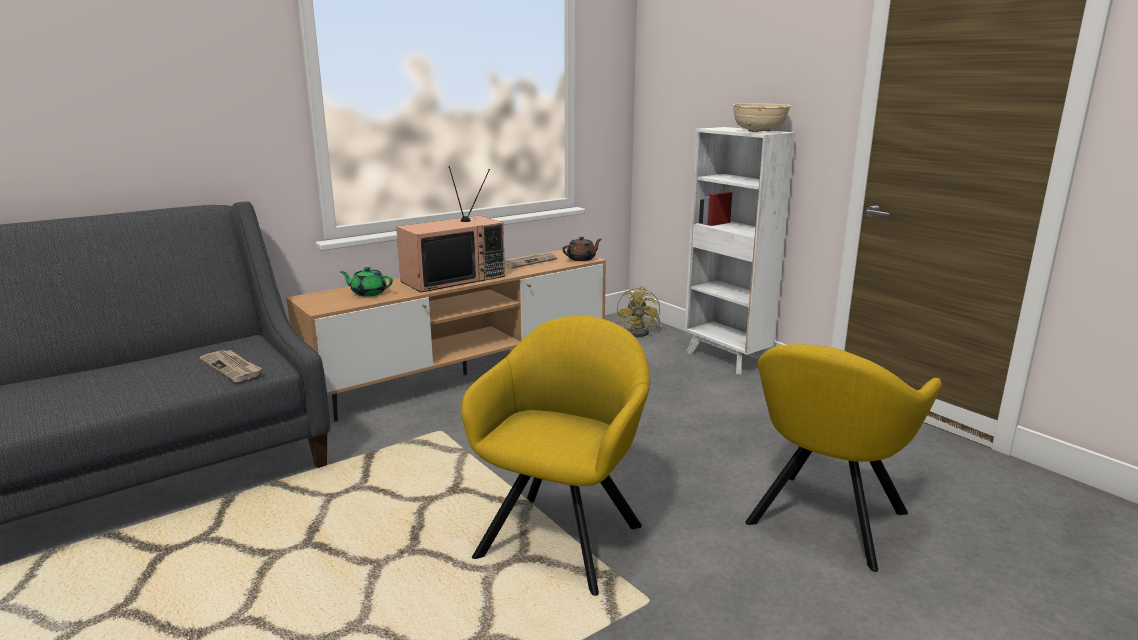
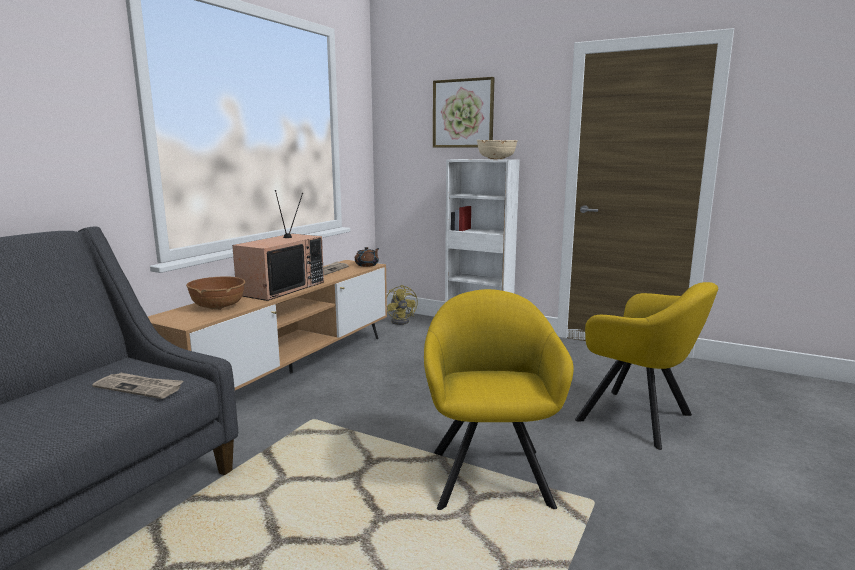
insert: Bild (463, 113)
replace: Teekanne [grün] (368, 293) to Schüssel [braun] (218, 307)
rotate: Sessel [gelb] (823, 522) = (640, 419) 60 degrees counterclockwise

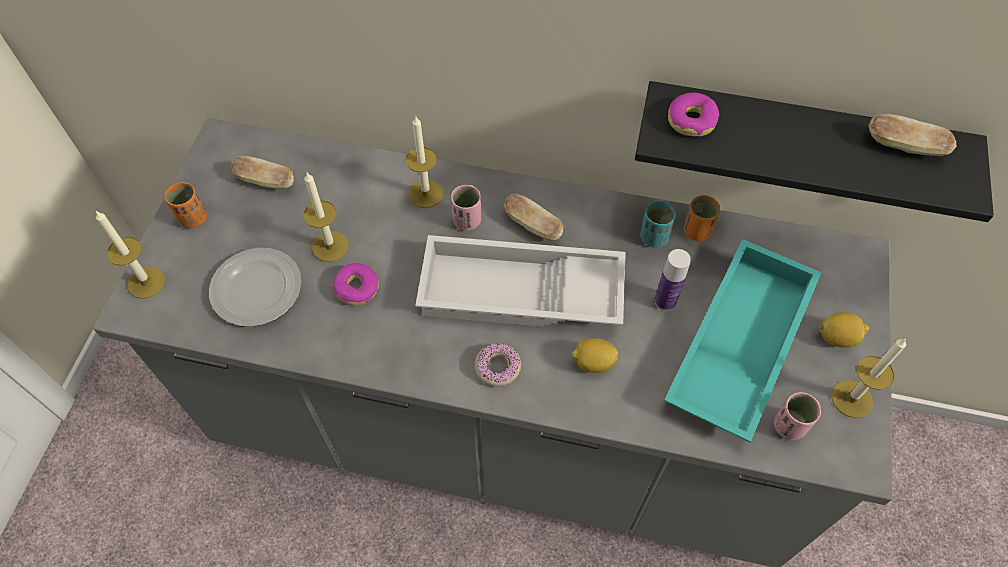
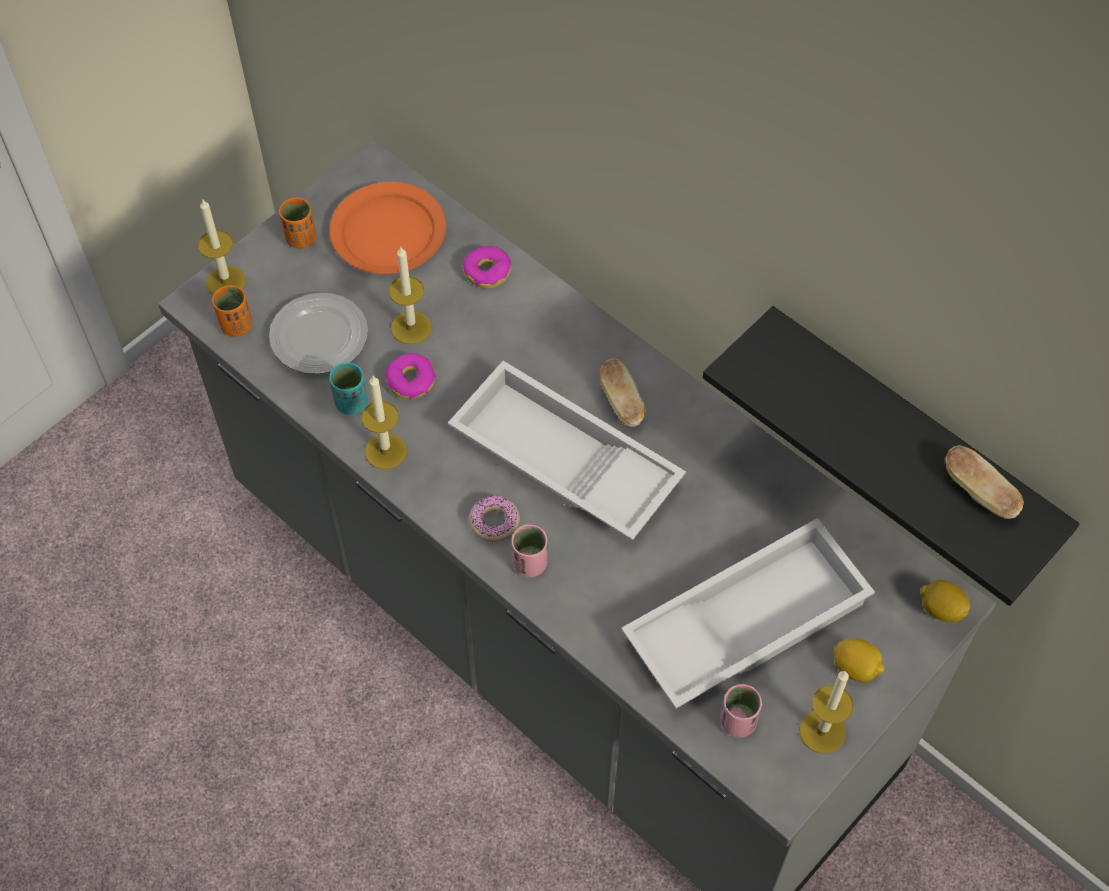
delete: Flasche (665, 301)
move: Donut (691, 120) to (487, 272); Kerze (425, 193) to (385, 451); Tasse [rosa] (467, 221) to (530, 563); Tasse [orange] (697, 231) to (236, 325); Tasse [türkis] (654, 237) to (351, 402); Zitrone (593, 362) to (941, 609)
replace: Brot (266, 181) to Teller [orange] (389, 232)
recolor: Tablett [türkis] (737, 343) to Tablett [weiß] (745, 619)

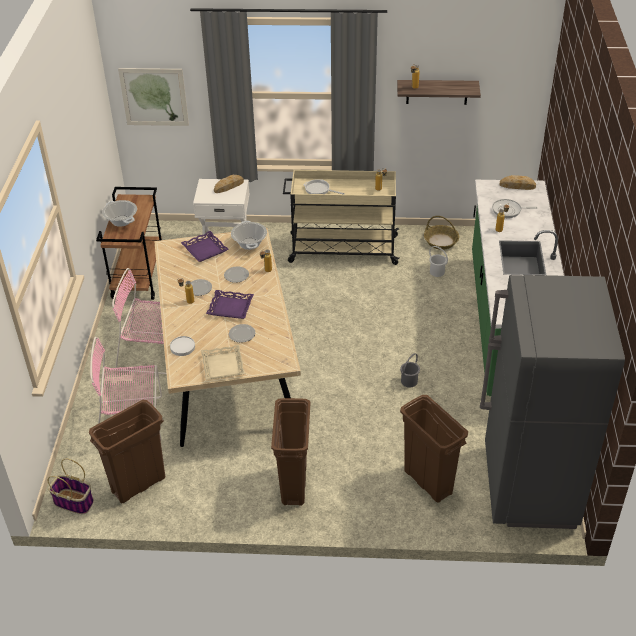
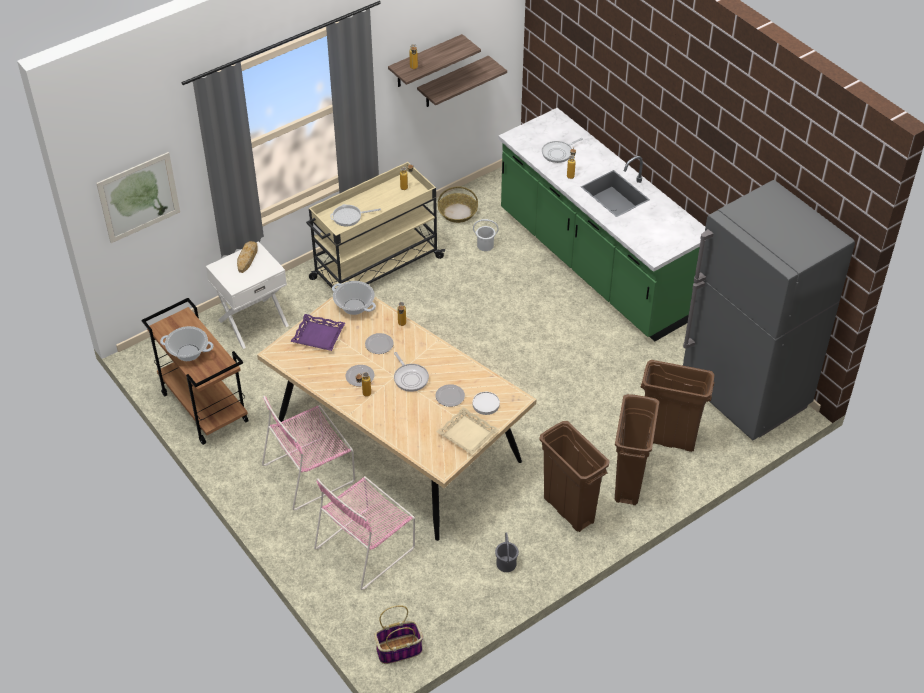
delete: Brot (517, 185)
insert: Wandregal (453, 82)
move: Teller [weiß] (182, 347) to (485, 404); Eimer [grau] (409, 381) to (506, 563); Mülleimer [braun] (139, 484) to (629, 482)
replace: Tablett [lila] (230, 307) to Pfanne (410, 378)

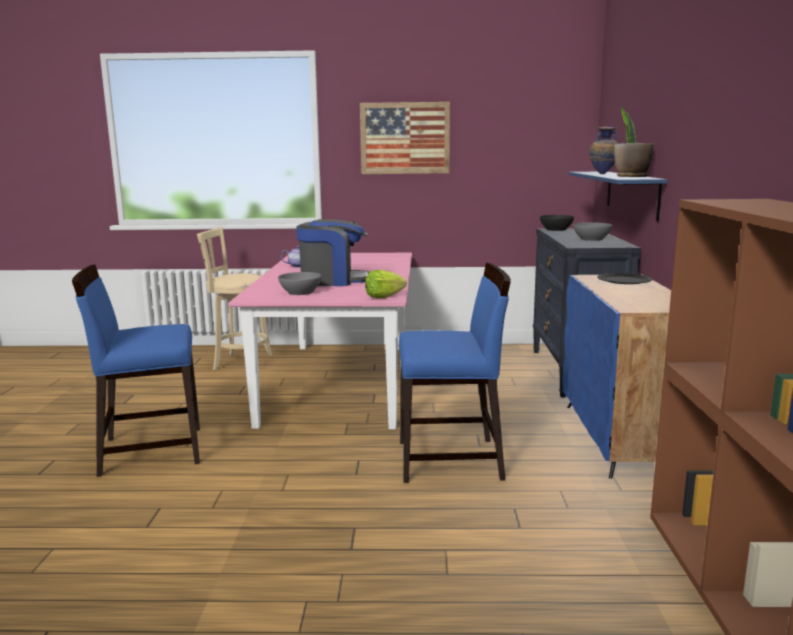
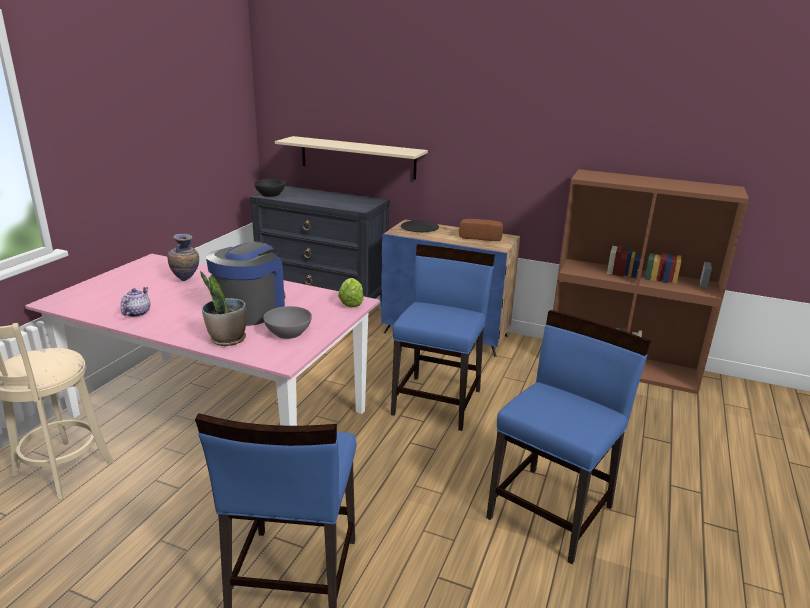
delete: Bild (405, 138); Schüssel [grau] (591, 239)
insert: Brot (480, 237); Stuhl [blau] (552, 511)
move: Topfpflanze (631, 177) to (227, 339); Vase (602, 174) to (186, 281)
recolor: Wandregal [blau] (631, 193) to Wandregal [beige] (357, 157)

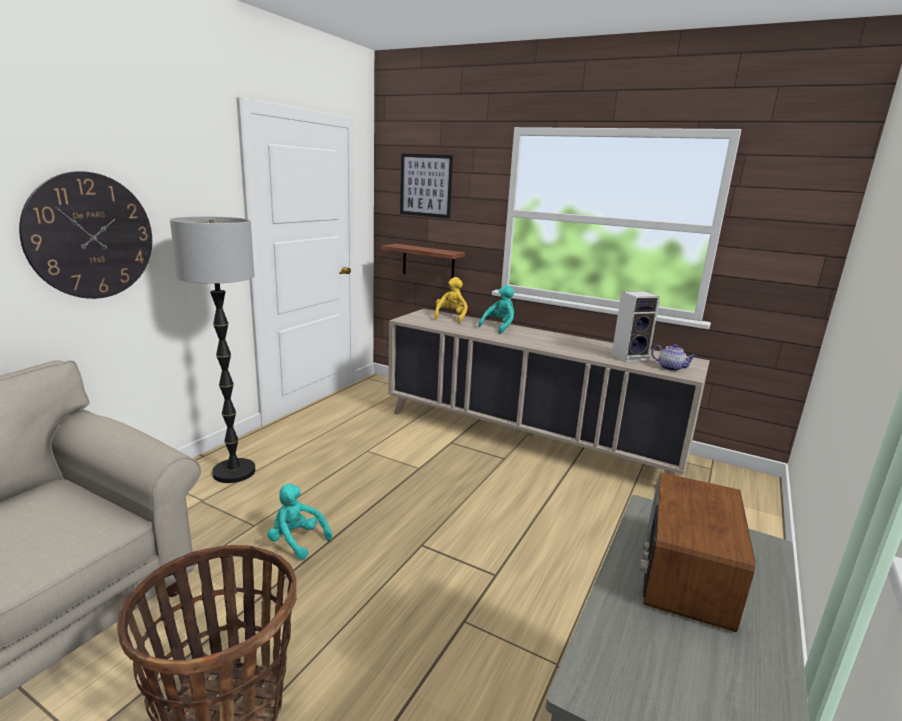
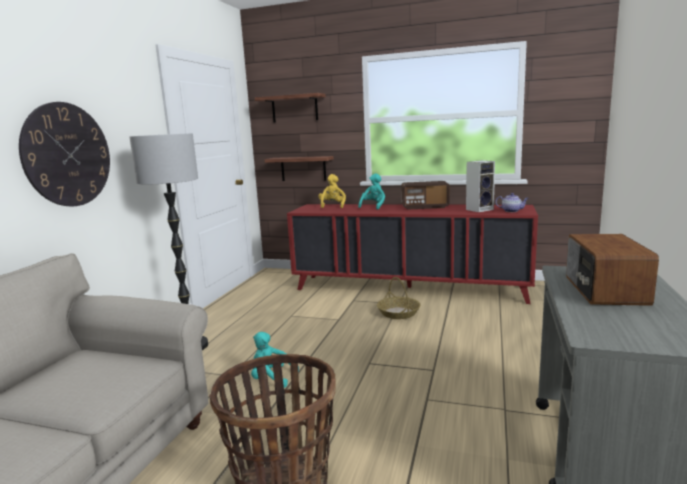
insert: Radio (424, 207); Korb (398, 313)
replace: Bild (425, 185) to Wandregal (294, 108)
recolor: Schrank [beige] (527, 437) to Schrank [rot] (408, 288)

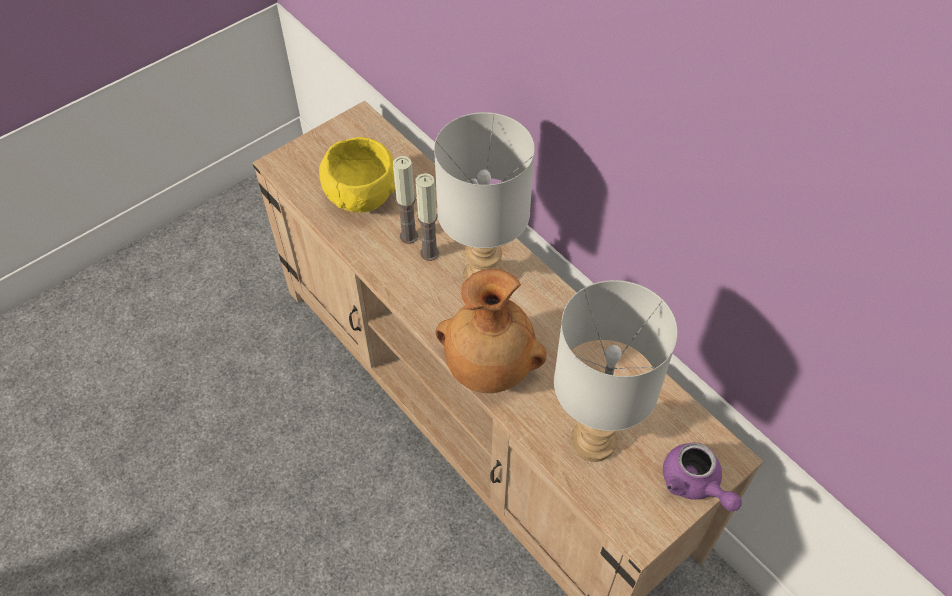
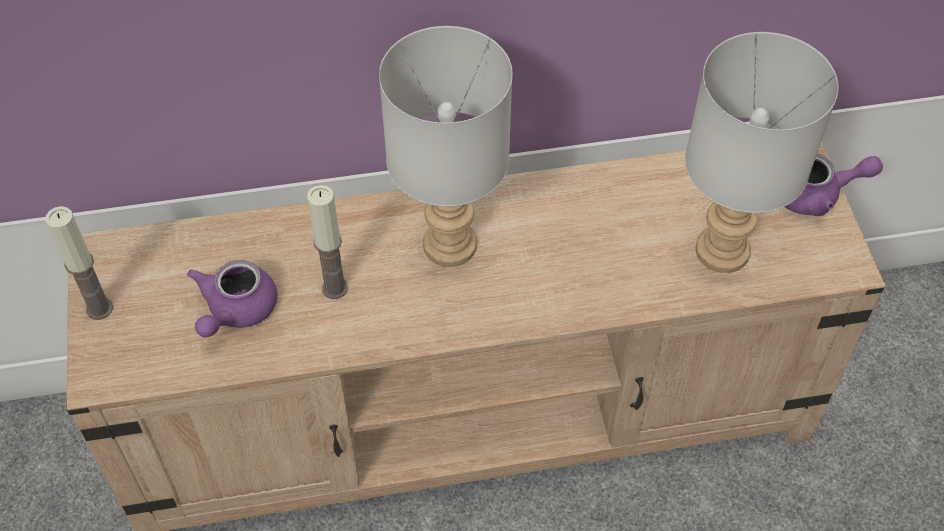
delete: Vase [braun] (489, 368)
move: Kerze (429, 253) to (99, 308)
replace: Schüssel [gelb] (361, 199) to Teekanne [lila] (235, 311)

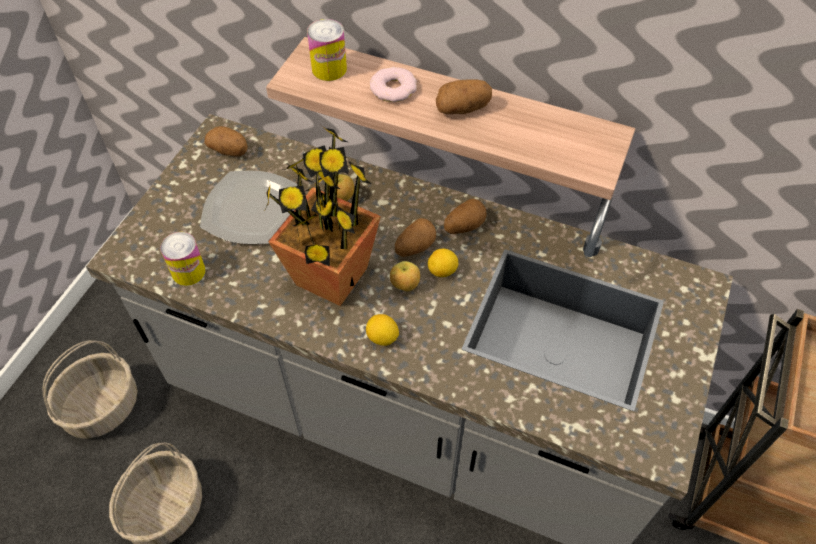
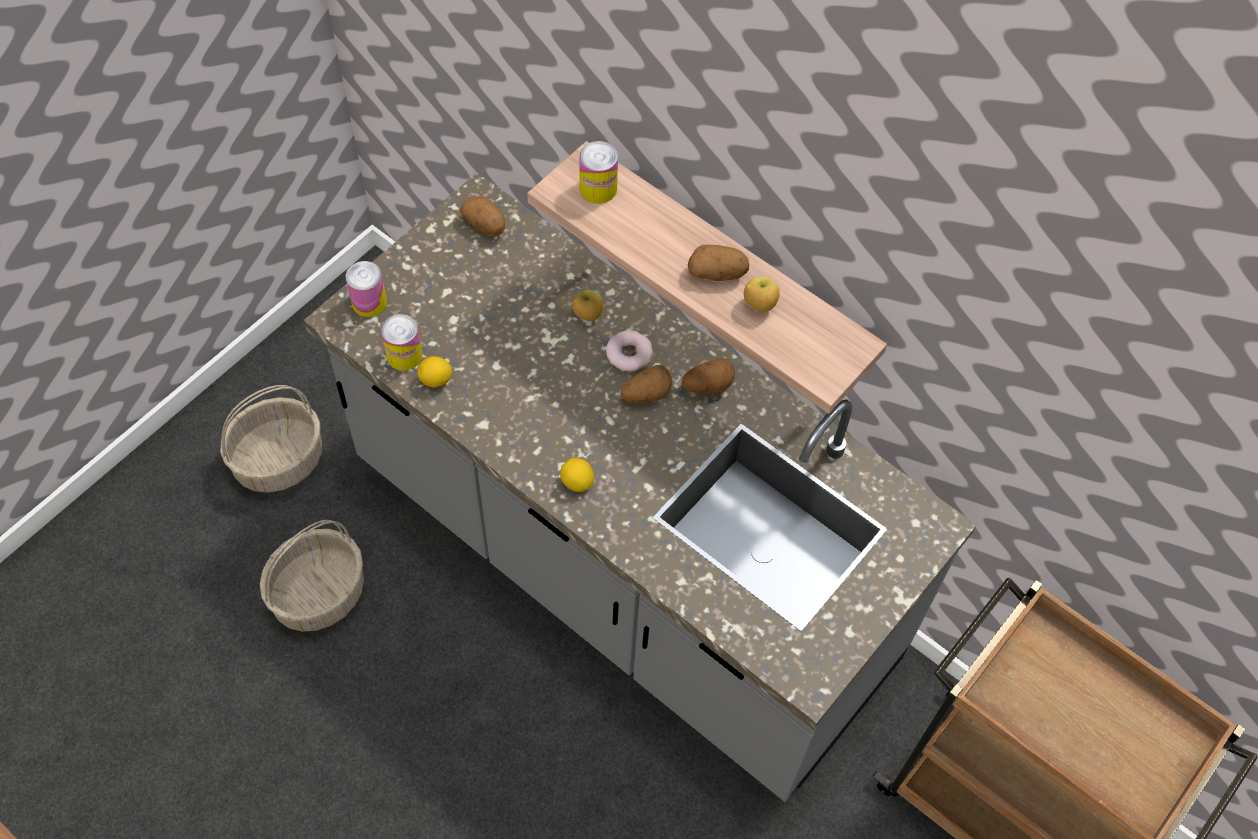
delete: Topfpflanze (331, 277); Teller (250, 210)
insert: Dose (369, 302)
move: Donut (393, 89) to (629, 354); Zitrone (442, 271) to (436, 380); Apfel (404, 285) to (759, 305)

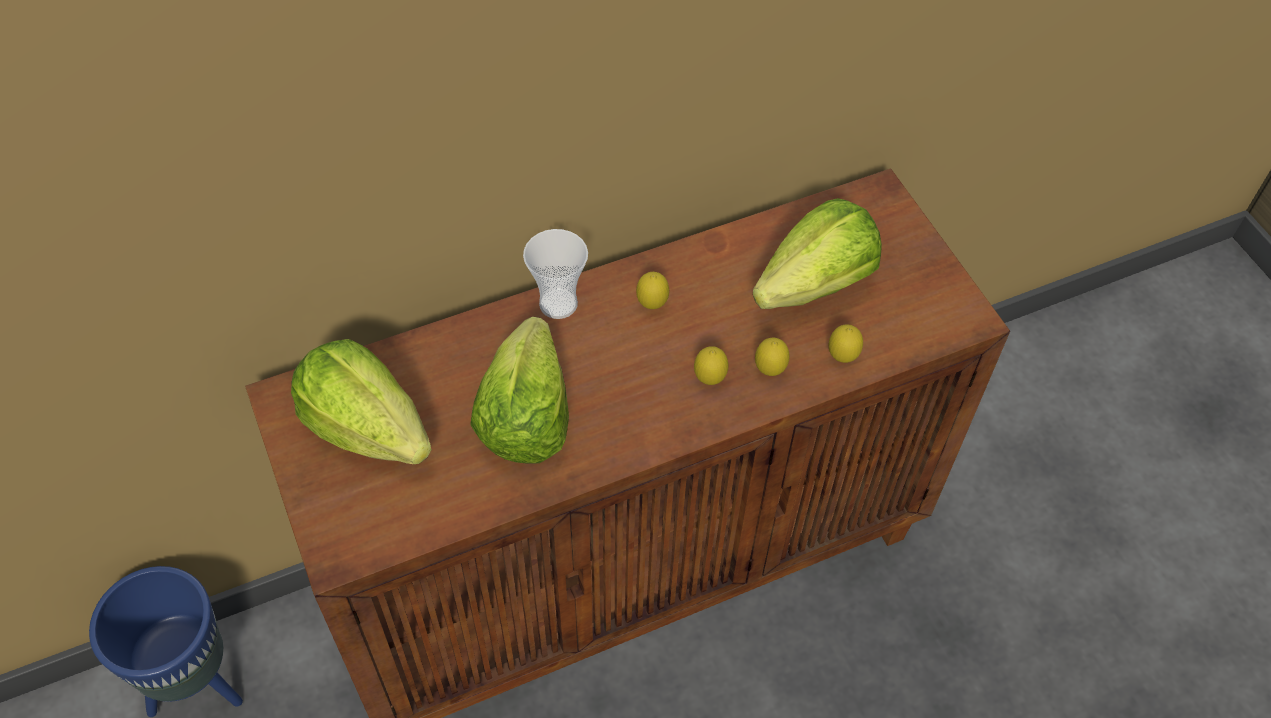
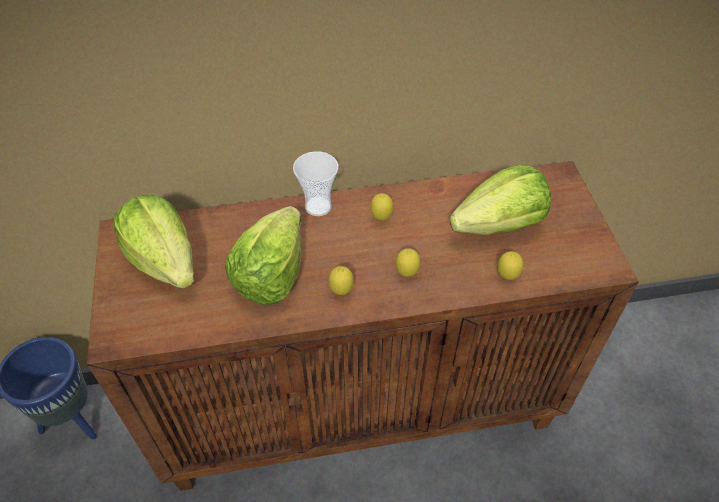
move: Zitrone (769, 370) to (341, 291)

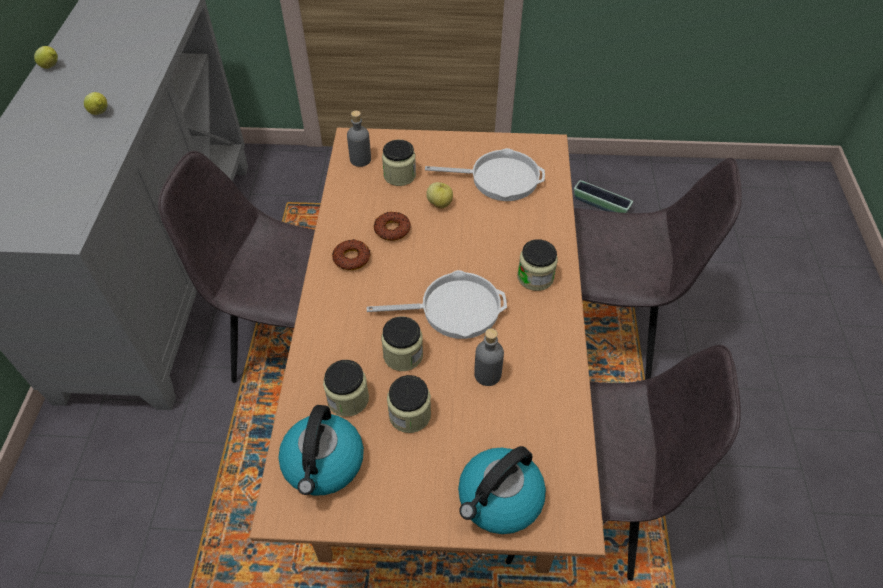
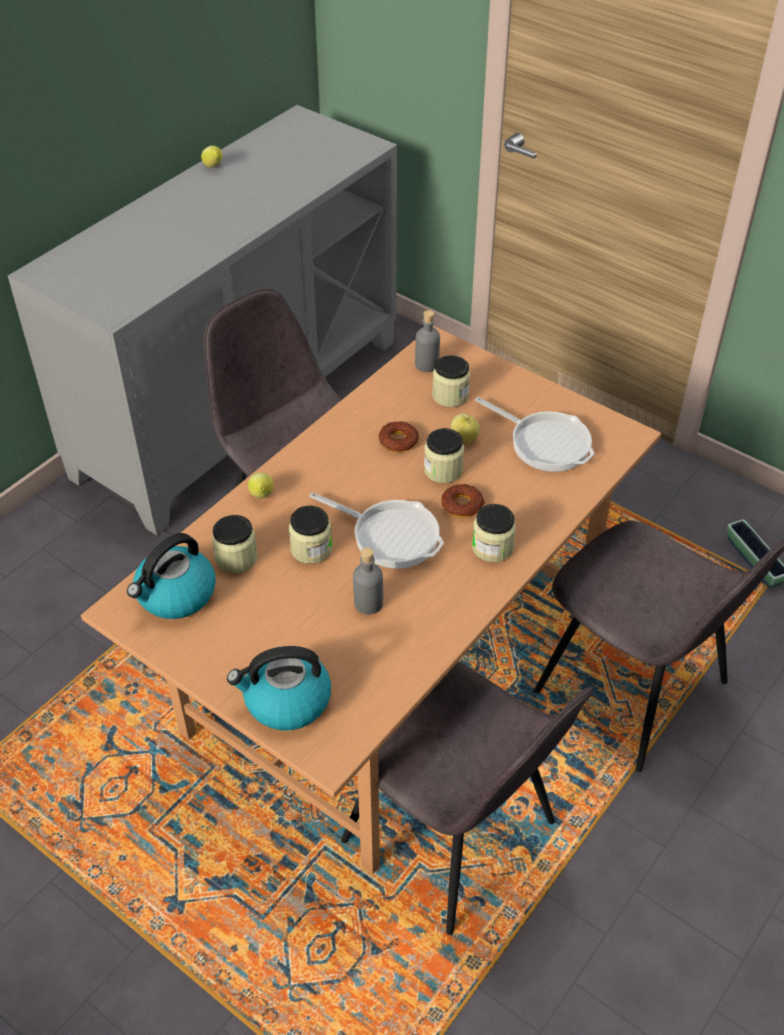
move: Zitrone (100, 113) to (262, 496); Donut (352, 258) to (462, 505); Vorratsglas (410, 414) to (443, 470)

